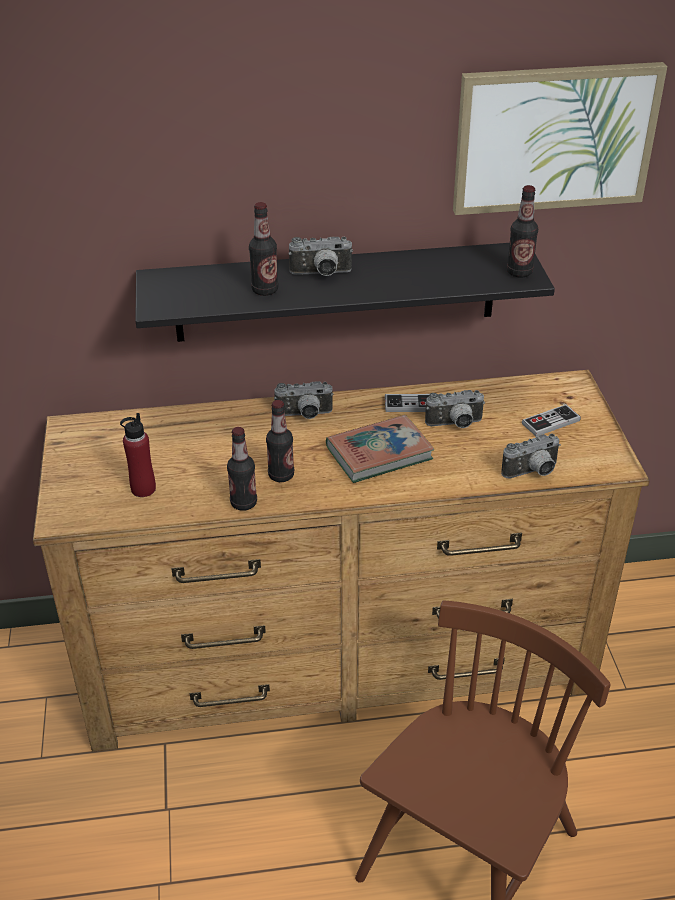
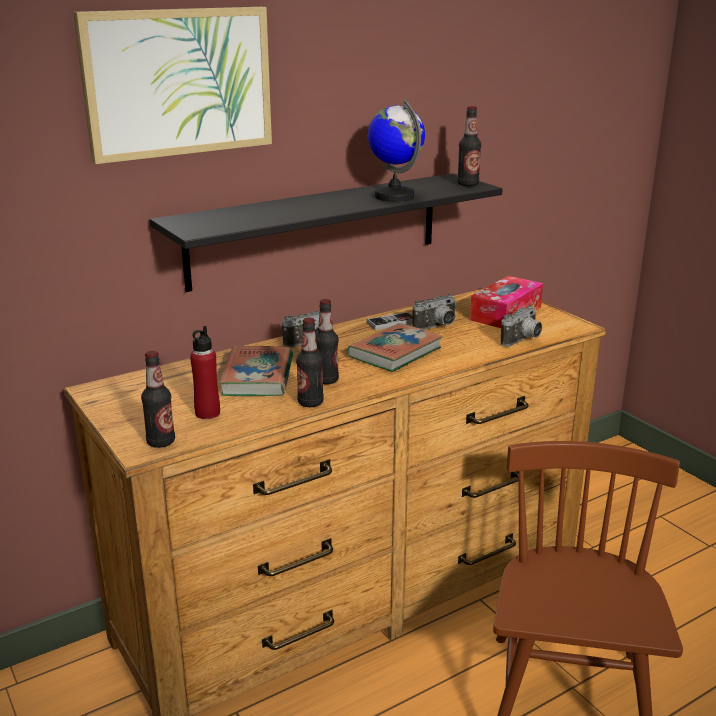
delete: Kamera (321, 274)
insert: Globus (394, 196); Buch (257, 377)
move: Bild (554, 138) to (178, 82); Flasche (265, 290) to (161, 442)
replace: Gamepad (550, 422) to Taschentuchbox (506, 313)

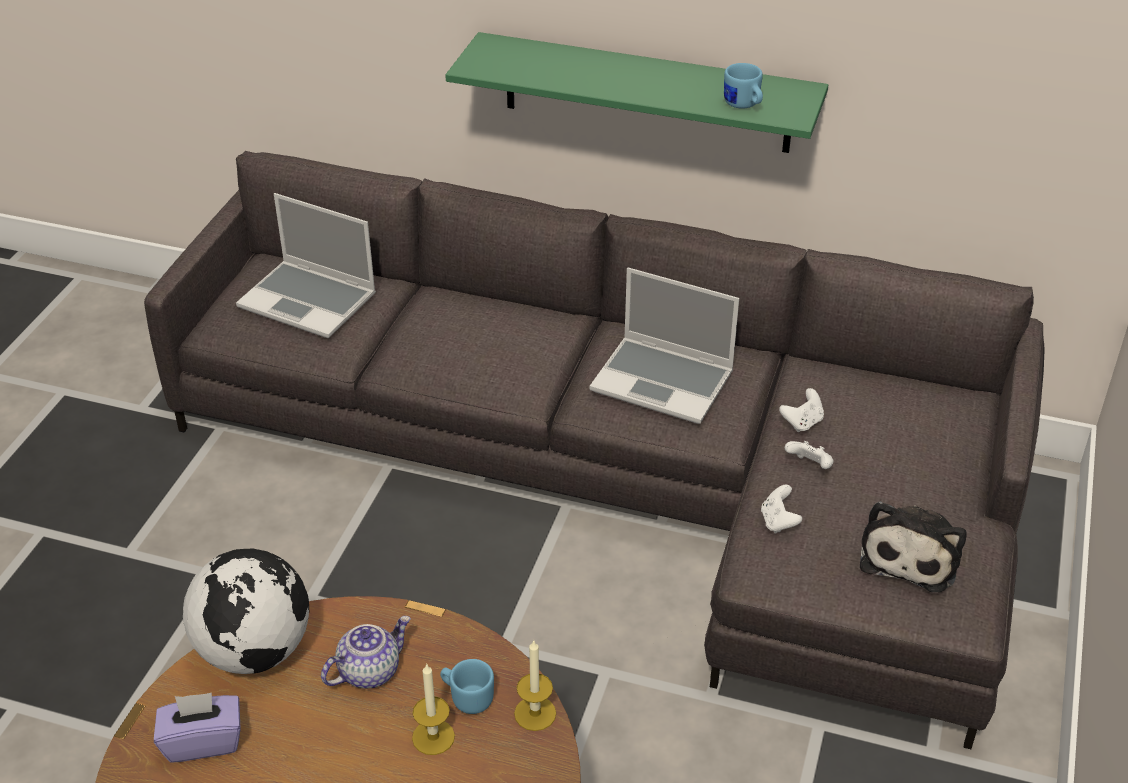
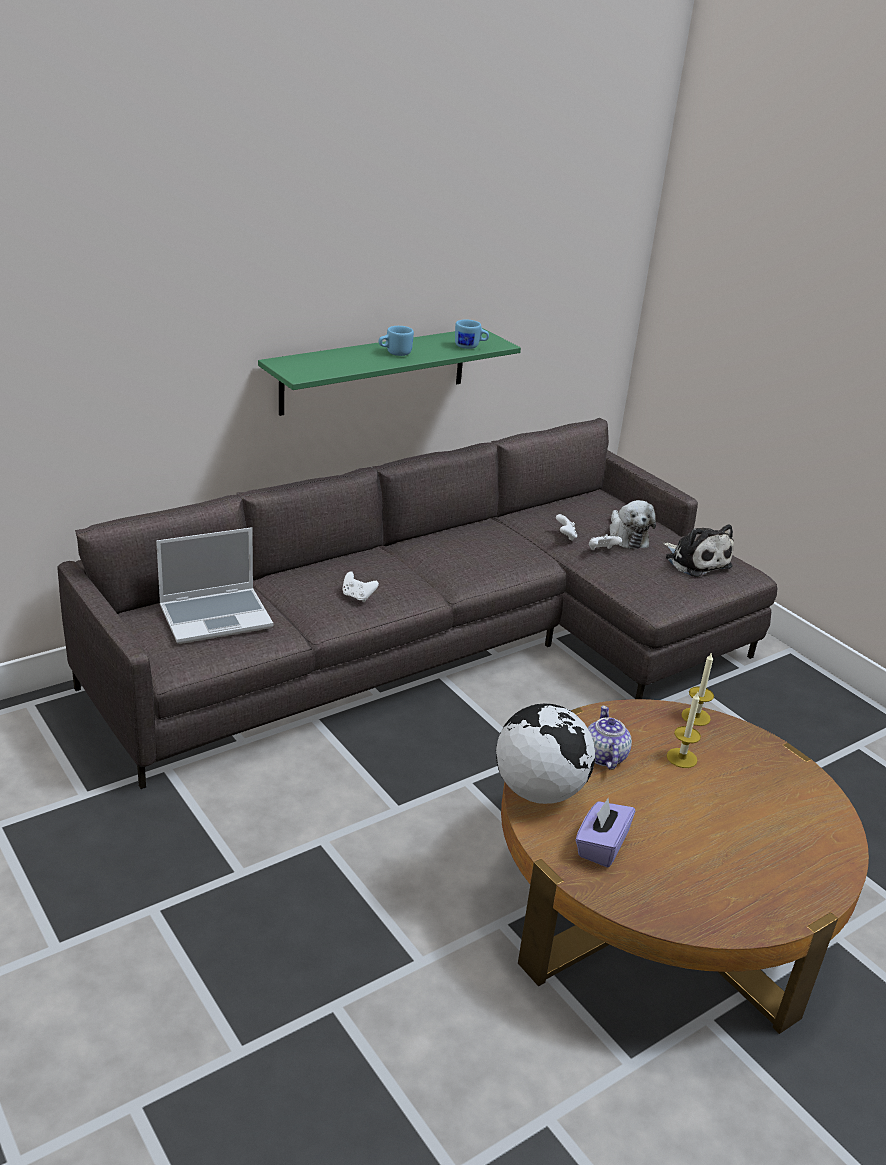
delete: Laptop (664, 381)
insert: Plüschtier (627, 537)
move: Gamepad [weiß] (778, 522) to (358, 596); Henkelbecher [blau] (467, 697) to (394, 353)

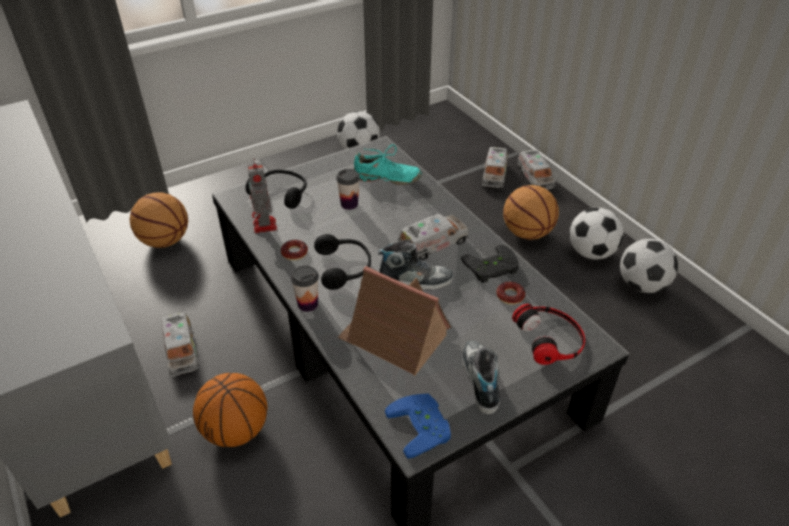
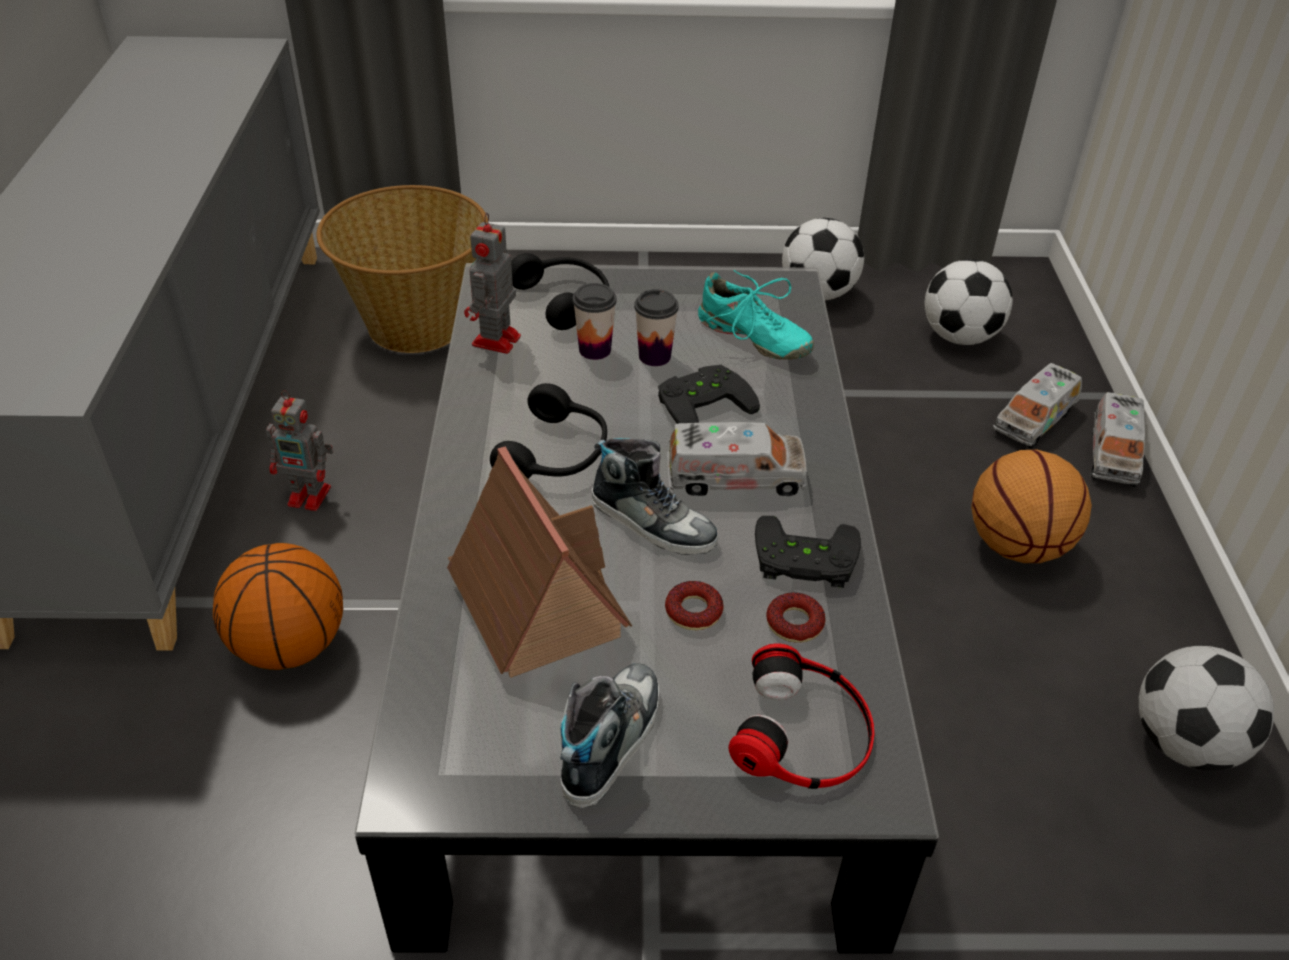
delete: Gamepad [blau] (423, 426)
insert: Gamepad [schwarz] (702, 402)
move: Fußball (591, 252) to (959, 336); Donut (294, 253) to (693, 611); Tasse (308, 304) to (595, 350)
replace: Basketball (165, 241) to Korb (416, 326); Spielzeuglaster (182, 352) to Spielzeugroboter (311, 496)

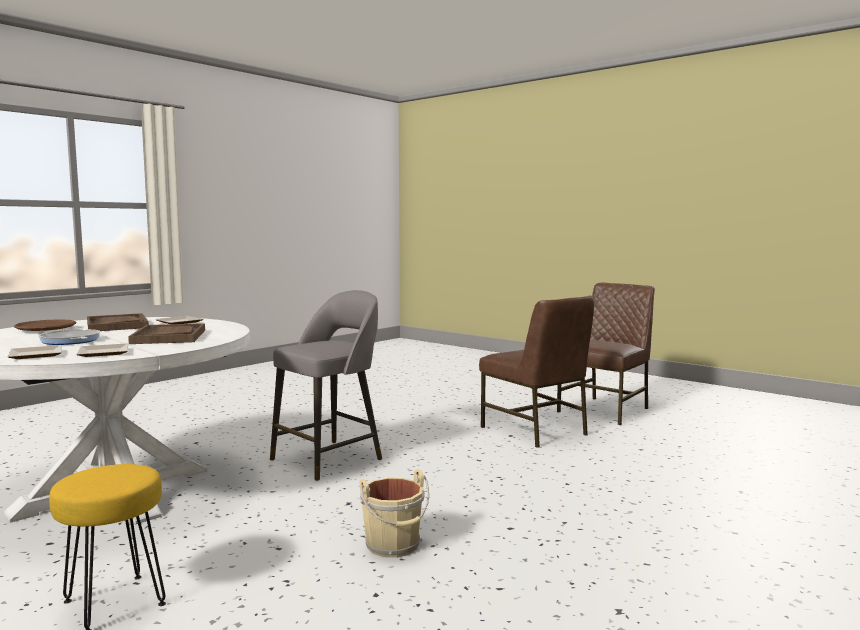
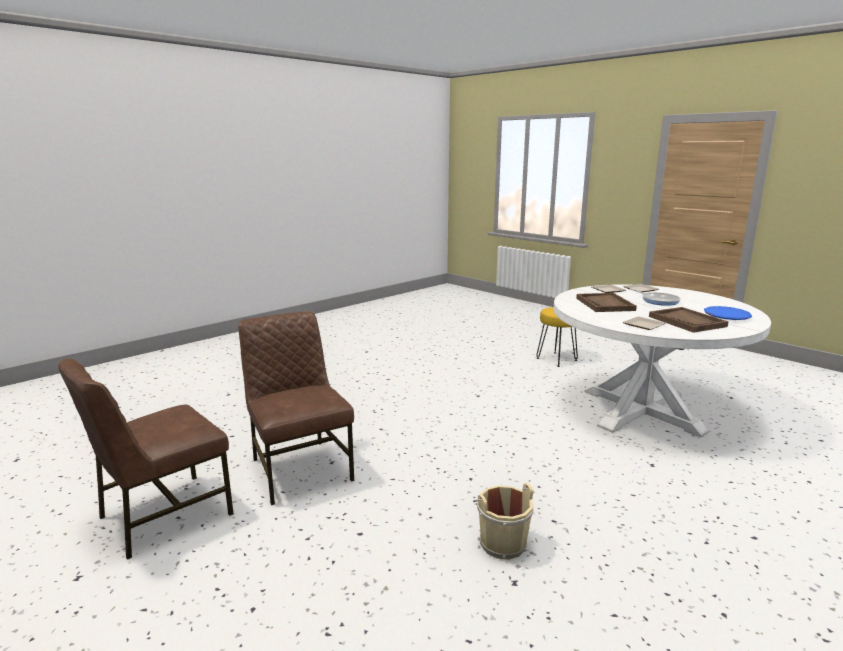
delete: Hocker [grau] (329, 459)
move: Eimer [beige] (394, 546) to (501, 542)
recolor: Teller [braun] (46, 329) to Teller [blau] (726, 316)

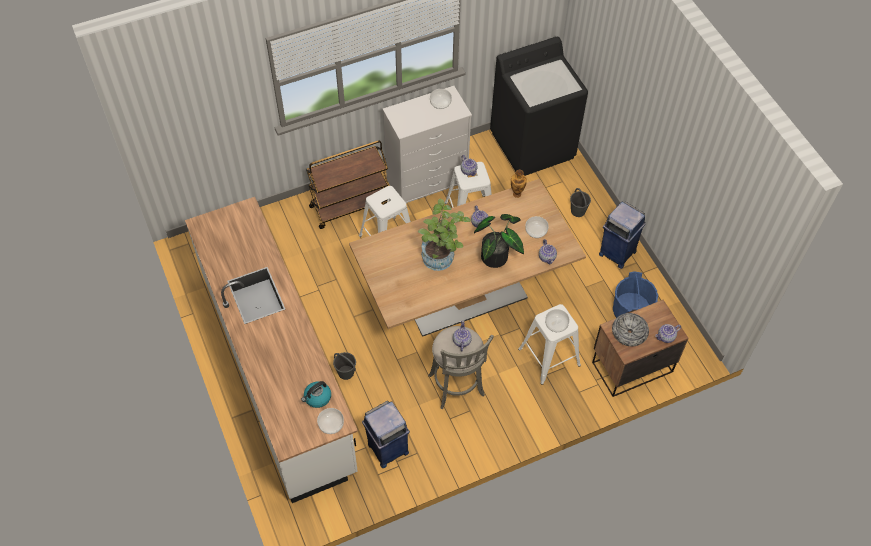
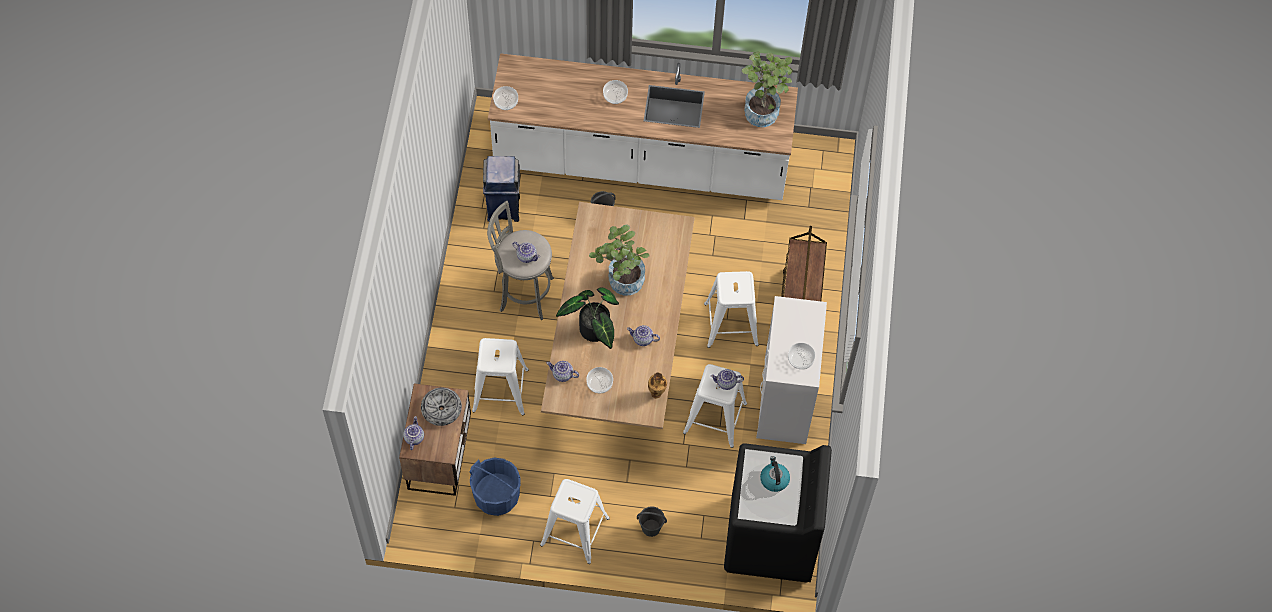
insert: Topfpflanze (764, 109)
move: Schüssel (556, 324) to (615, 96); Wasserkessel (317, 398) to (774, 479)
replace: Mülleimer [blau] (617, 252) to Hocker [weiß] (574, 531)

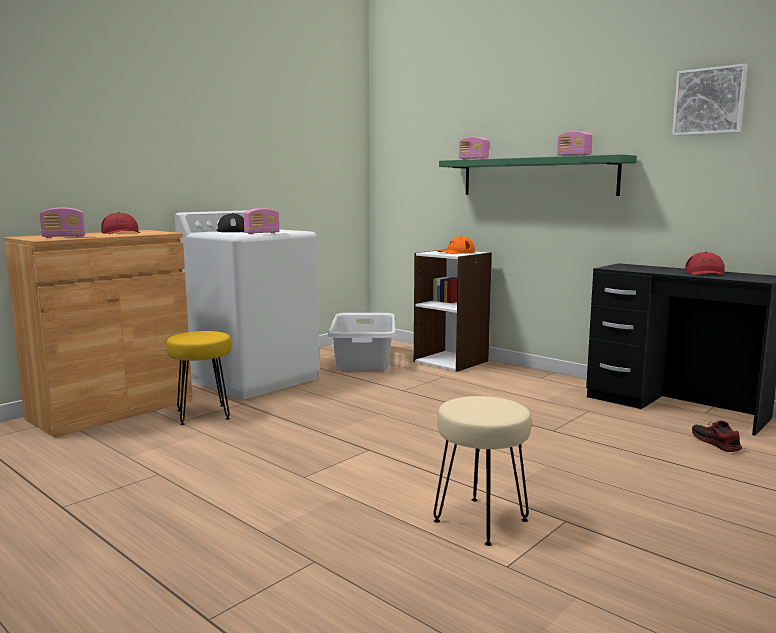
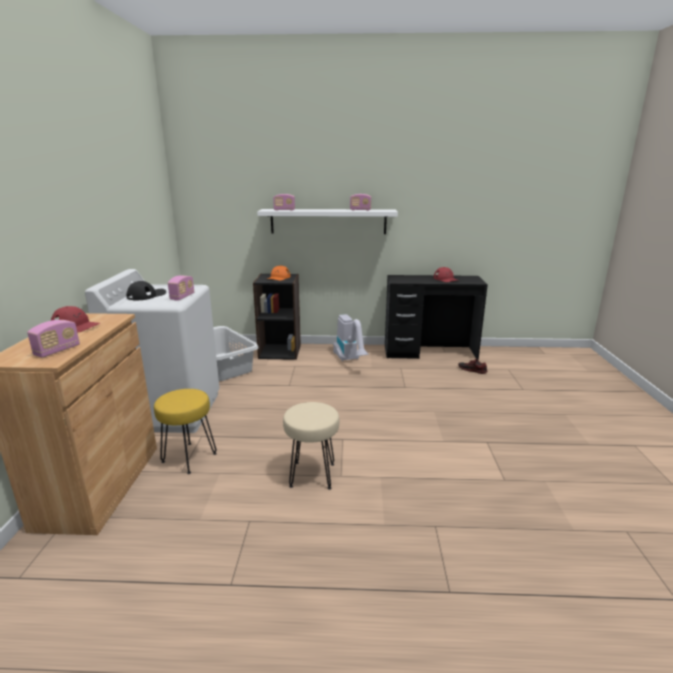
delete: Bild (709, 101)
insert: Staubsauger (350, 360)
move: Hocker [beige] (479, 520) to (312, 475)
recolor: Wandregal [grün] (537, 177) to Wandregal [weiß] (328, 221); Bücherregal [weiß] (451, 361) to Bücherregal [schwarz] (280, 351)

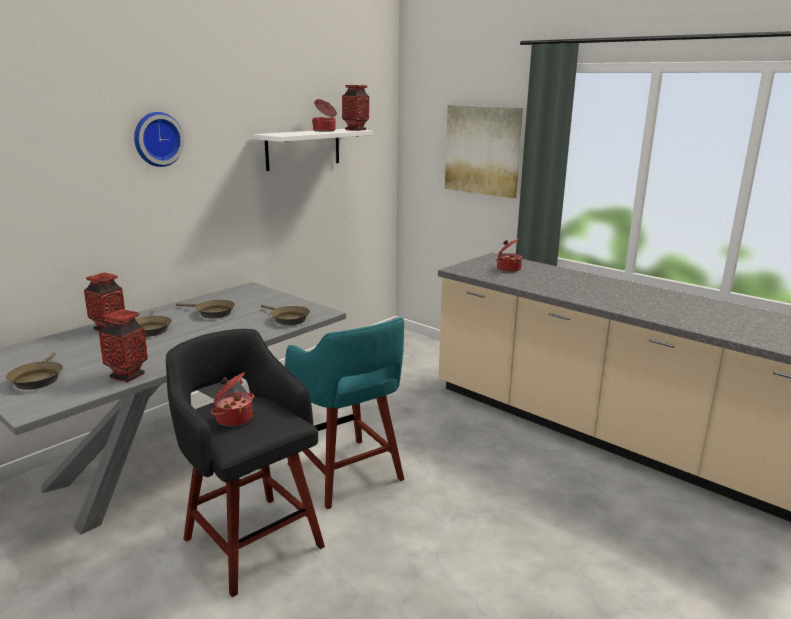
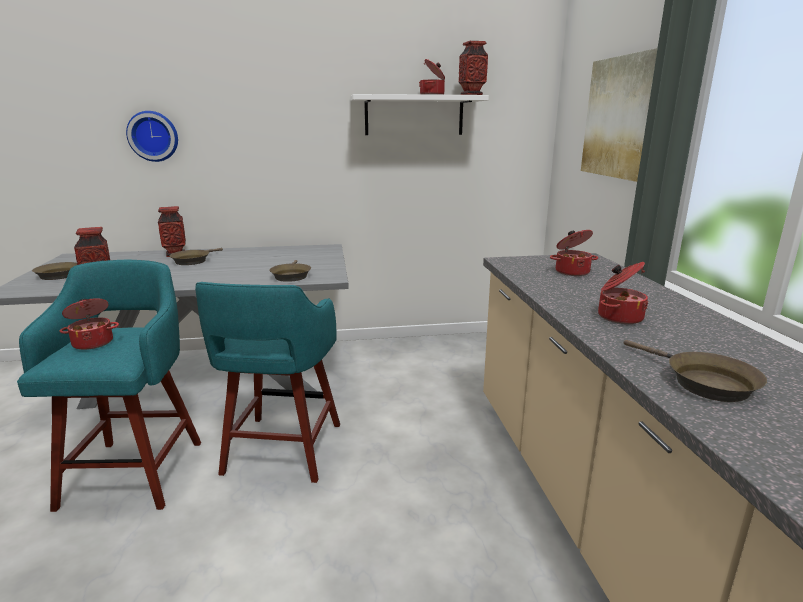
insert: Kochtopf (618, 317)
move: Wanduhr (157, 139) to (153, 136); Pfanne [braun] (212, 313) to (703, 382)
recolor: Hocker [schwarz] (251, 540) to Hocker [türkis] (136, 470)

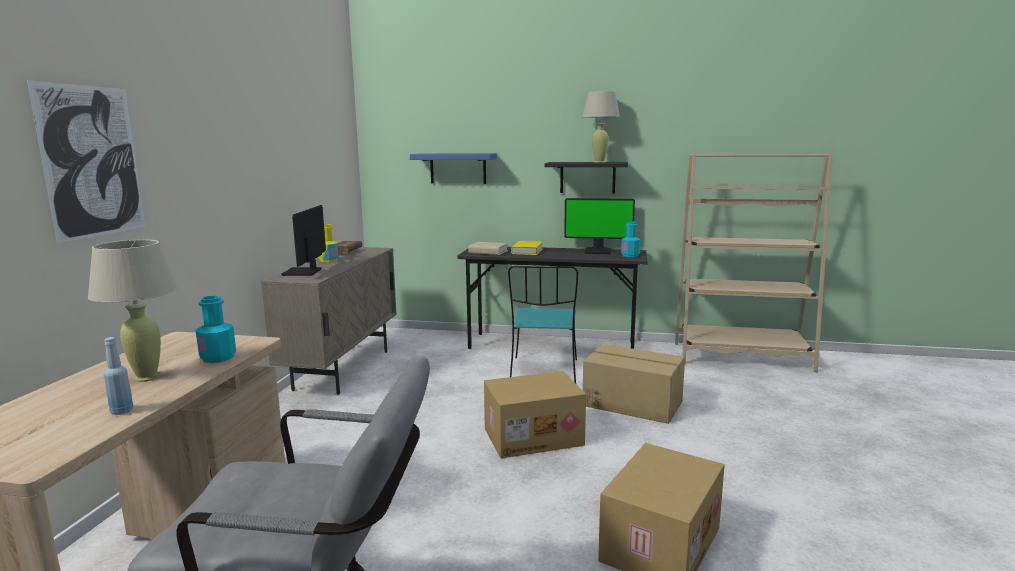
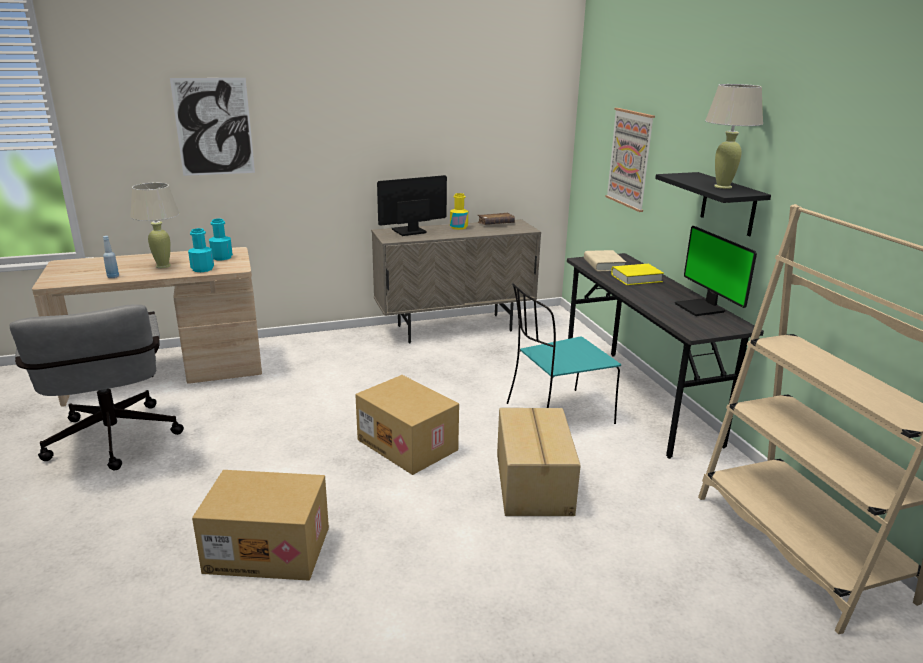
move: Flasche [türkis] (630, 255) to (222, 257)
replace: Wandregal [blau] (458, 168) to Bild (630, 159)

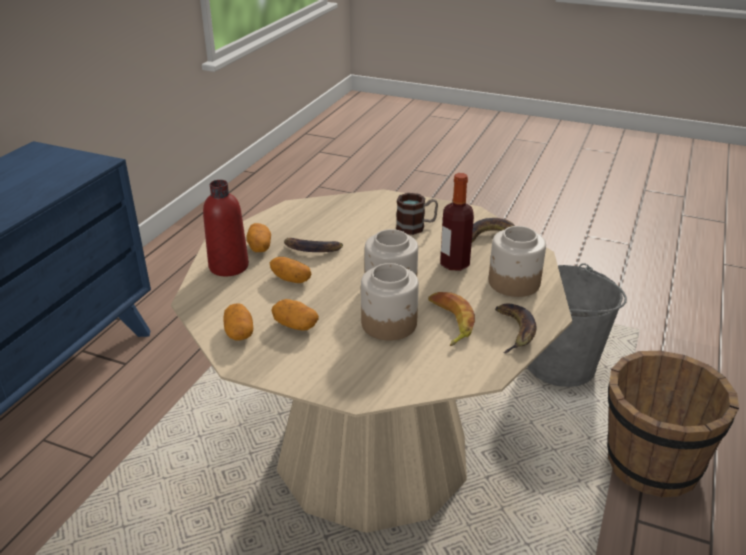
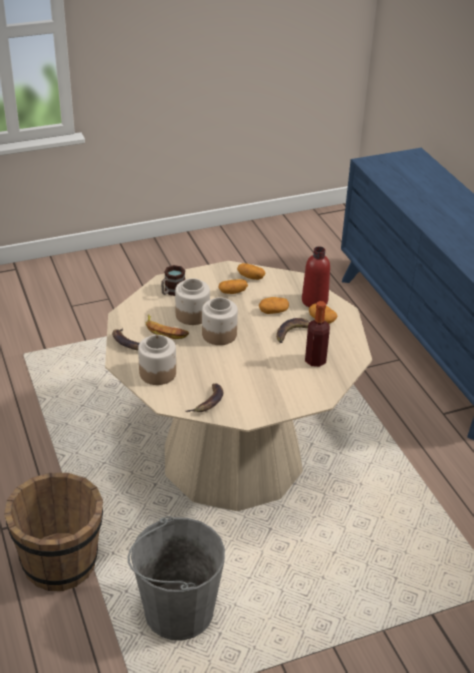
move: Flasche (454, 264) to (315, 360); Henkelbecher (416, 227) to (172, 292)

